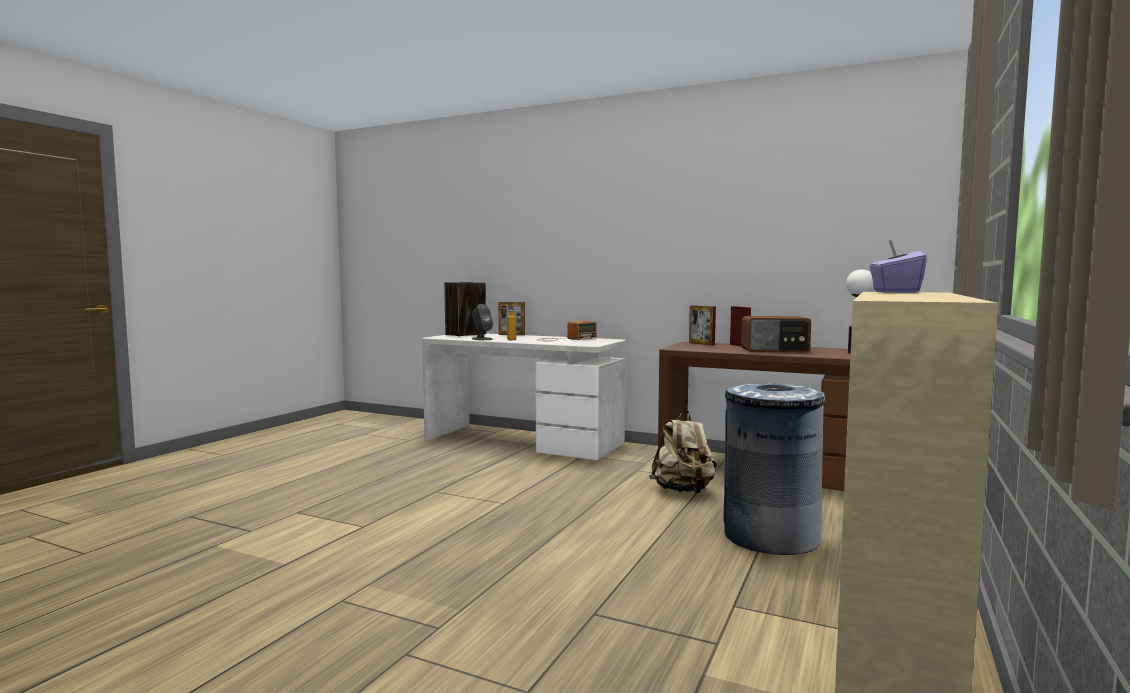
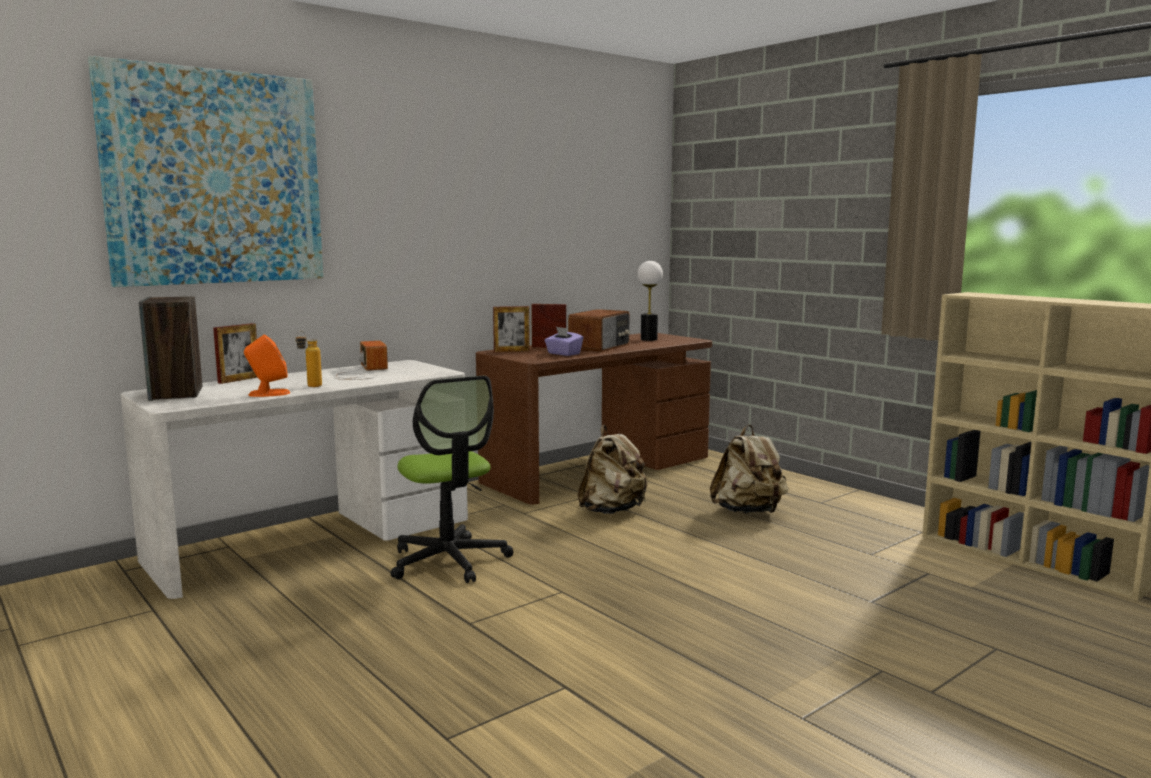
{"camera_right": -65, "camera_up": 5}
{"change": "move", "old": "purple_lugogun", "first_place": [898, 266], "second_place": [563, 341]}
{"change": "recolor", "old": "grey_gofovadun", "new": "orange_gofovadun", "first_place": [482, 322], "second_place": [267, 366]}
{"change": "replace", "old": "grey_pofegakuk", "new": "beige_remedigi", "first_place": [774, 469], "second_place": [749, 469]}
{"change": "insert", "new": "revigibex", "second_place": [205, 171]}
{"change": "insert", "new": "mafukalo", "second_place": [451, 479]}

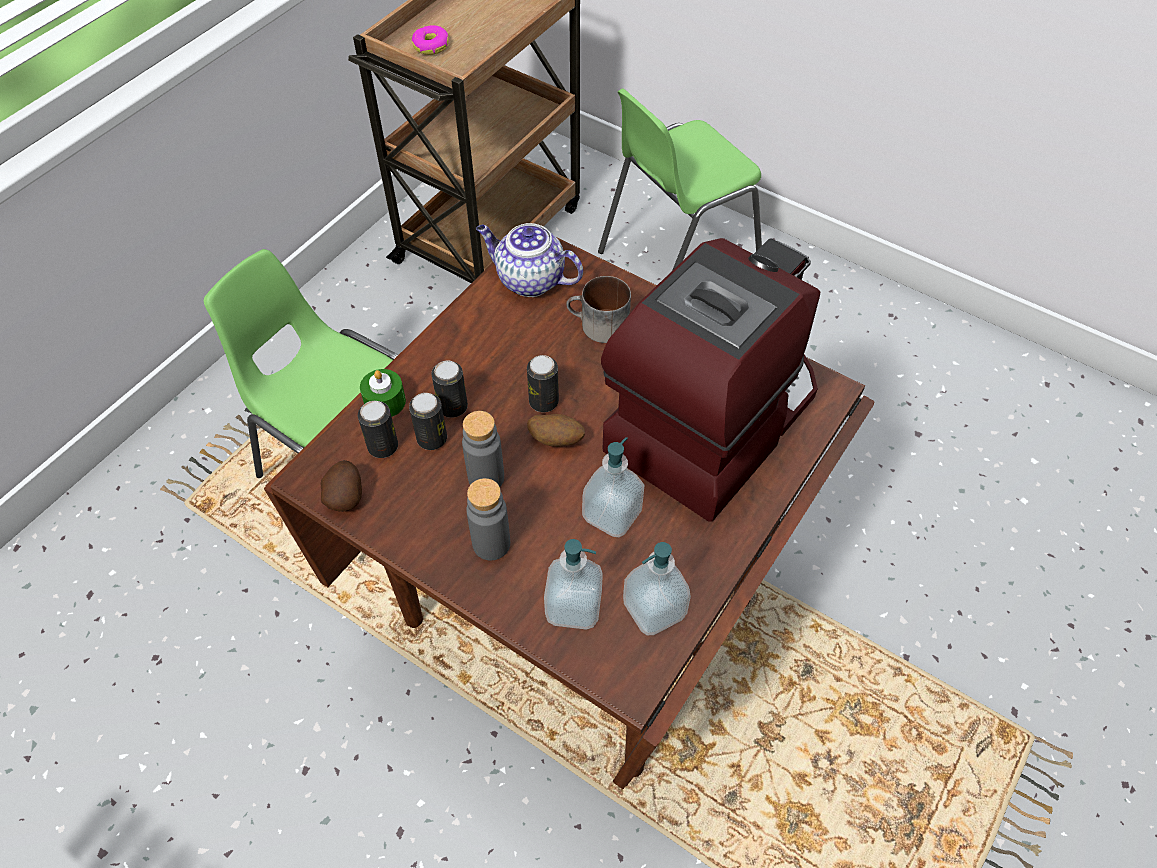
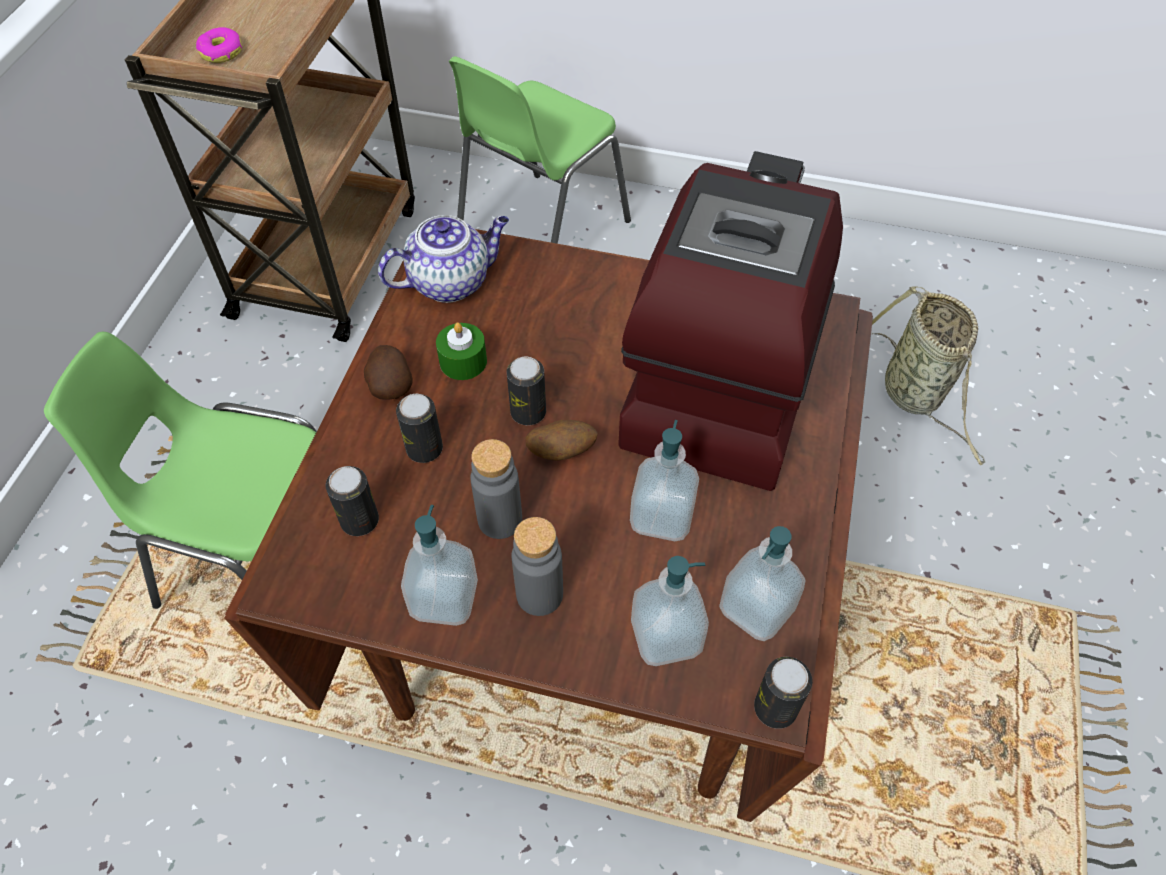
{"camera_right": -20, "camera_up": 0}
{"change": "rotate", "old": "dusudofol", "first_place": [529, 260], "second_place": [443, 259], "degrees": 150}
{"change": "delete", "old": "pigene", "first_place": [598, 309]}
{"change": "move", "old": "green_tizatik", "first_place": [383, 393], "second_place": [461, 351]}
{"change": "move", "old": "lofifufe", "first_place": [428, 421], "second_place": [783, 693]}
{"change": "move", "old": "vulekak", "first_place": [341, 486], "second_place": [388, 372]}
{"change": "insert", "new": "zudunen", "second_place": [928, 375]}
{"change": "insert", "new": "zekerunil", "second_place": [439, 565]}

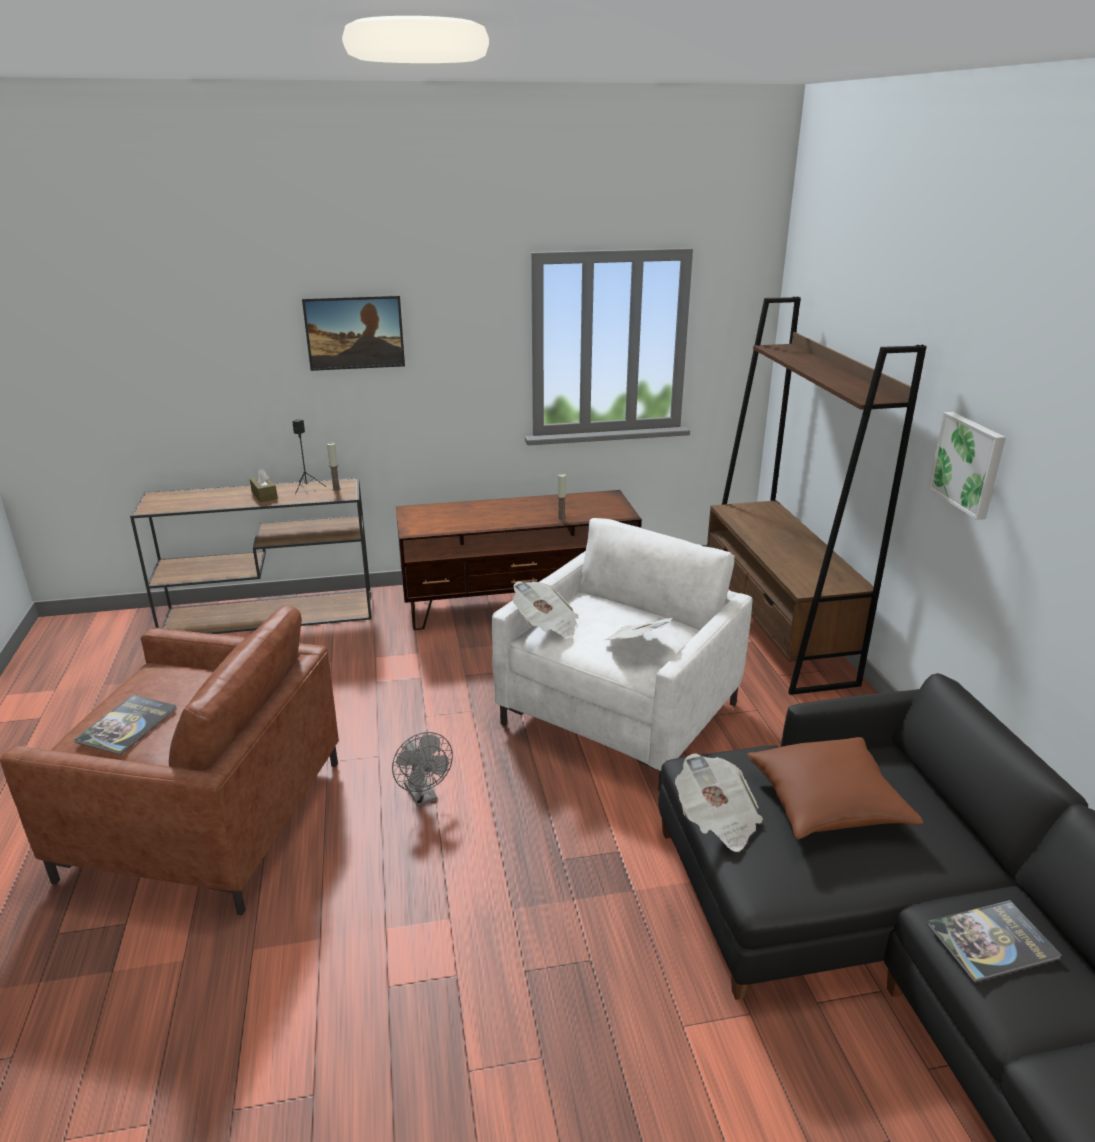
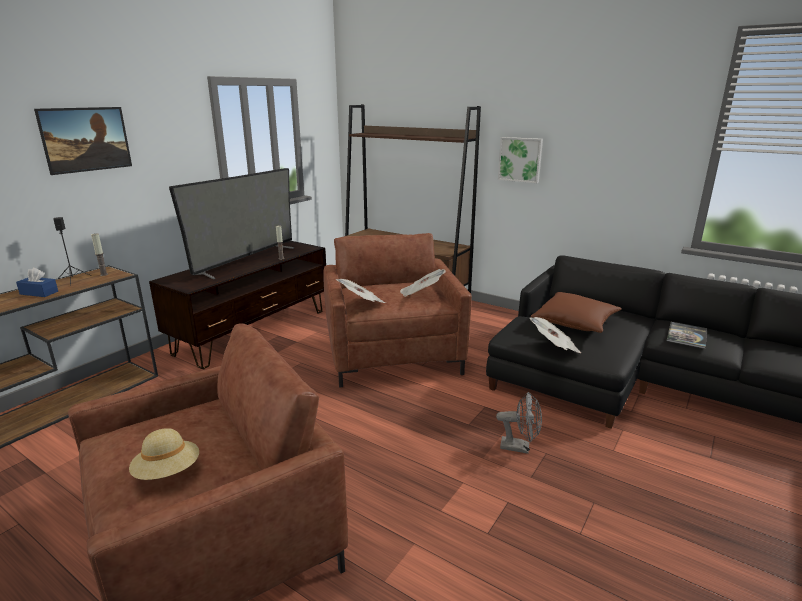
{"camera_right": -45, "camera_up": -5}
{"change": "recolor", "old": "brown_lugogun", "new": "blue_lugogun", "first_place": [264, 485], "second_place": [37, 282]}
{"change": "recolor", "old": "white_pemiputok", "new": "brown_pemiputok", "first_place": [622, 654], "second_place": [397, 310]}
{"change": "replace", "old": "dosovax", "new": "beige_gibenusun", "first_place": [125, 725], "second_place": [164, 454]}
{"change": "move", "old": "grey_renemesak", "first_place": [422, 769], "second_place": [519, 423]}
{"change": "insert", "new": "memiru", "second_place": [231, 223]}

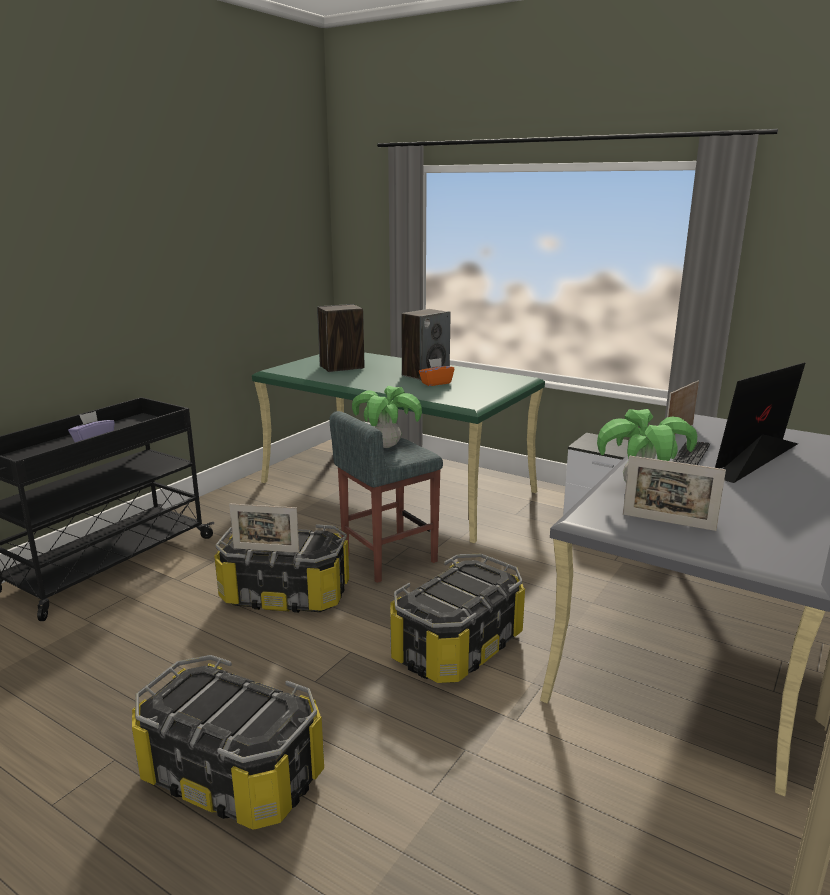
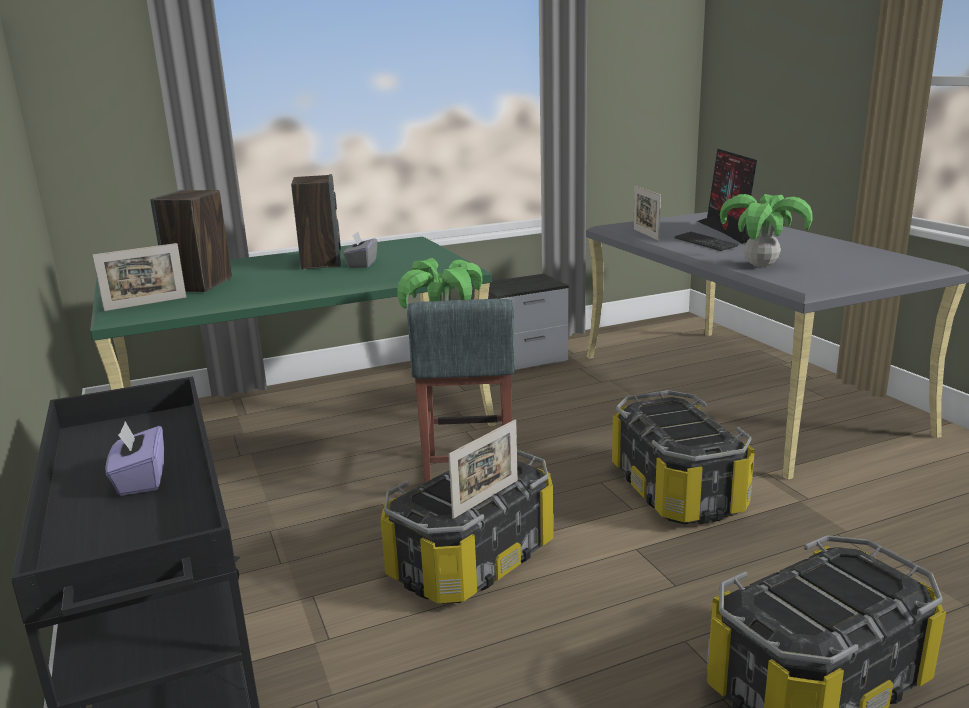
{"camera_right": -55, "camera_up": 0}
{"change": "recolor", "old": "orange_lugogun", "new": "grey_lugogun", "first_place": [436, 372], "second_place": [360, 250]}
{"change": "move", "old": "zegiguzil", "first_place": [674, 493], "second_place": [139, 277]}

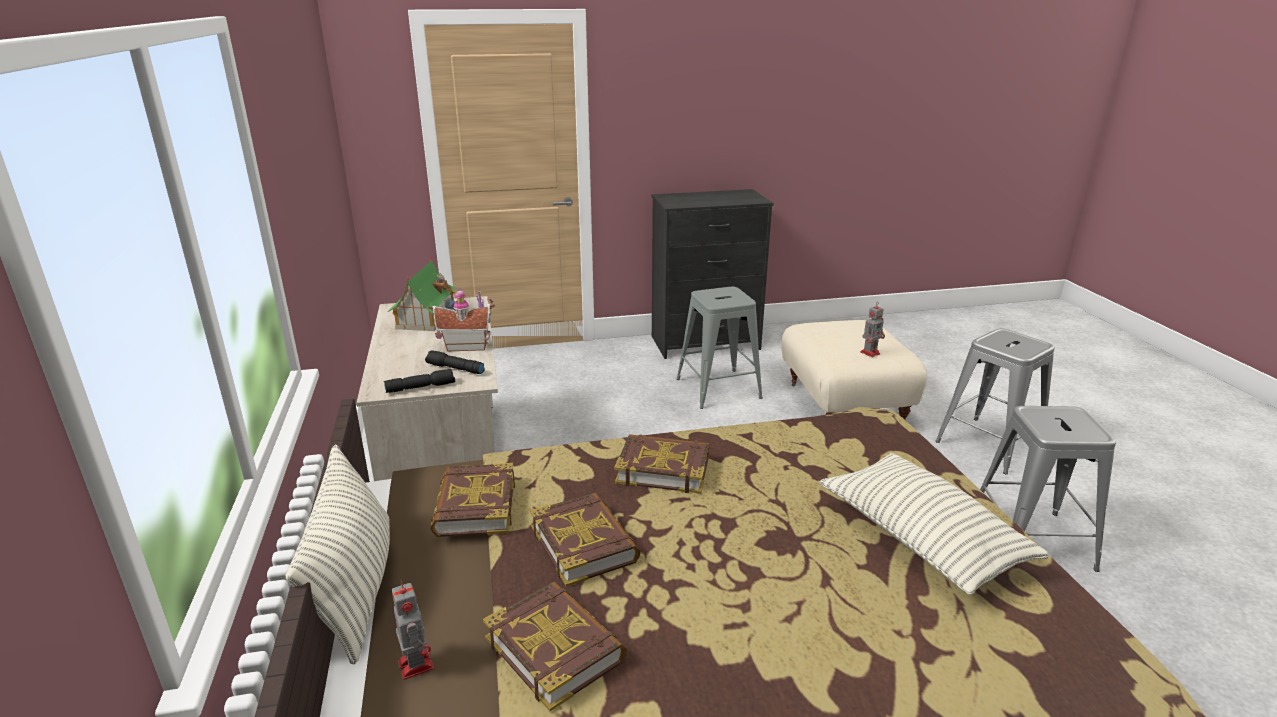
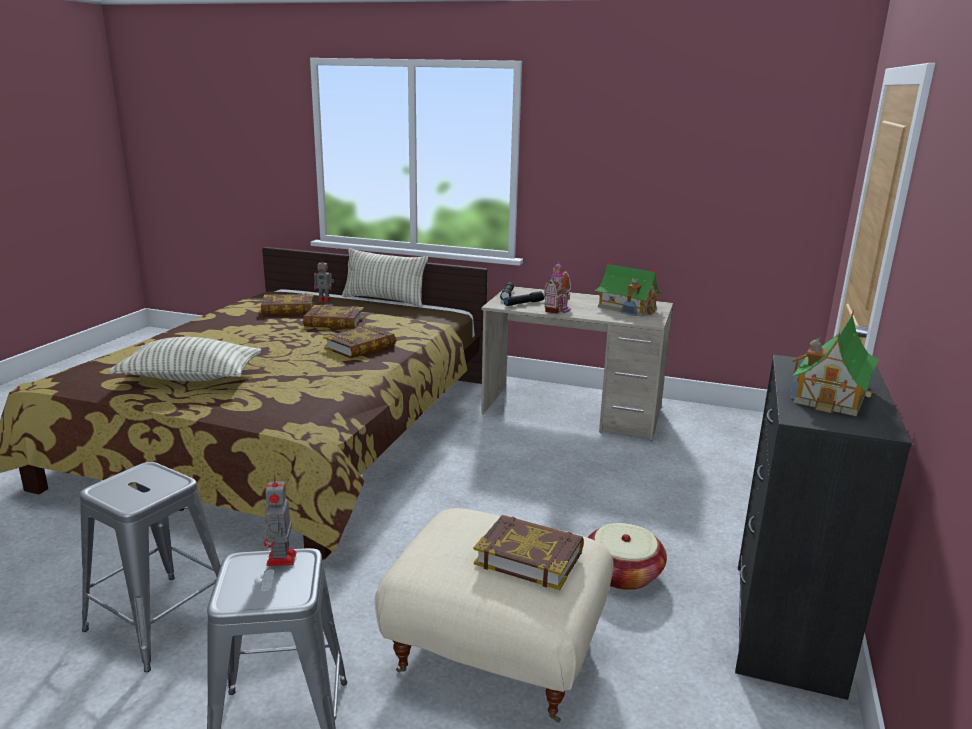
{"camera_right": 120, "camera_up": -5}
{"change": "replace", "old": "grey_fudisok", "new": "zudunen", "first_place": [720, 348], "second_place": [627, 556]}
{"change": "move", "old": "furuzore", "first_place": [872, 330], "second_place": [280, 520]}
{"change": "move", "old": "dosovax", "first_place": [473, 500], "second_place": [528, 552]}
{"change": "insert", "new": "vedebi", "second_place": [834, 362]}

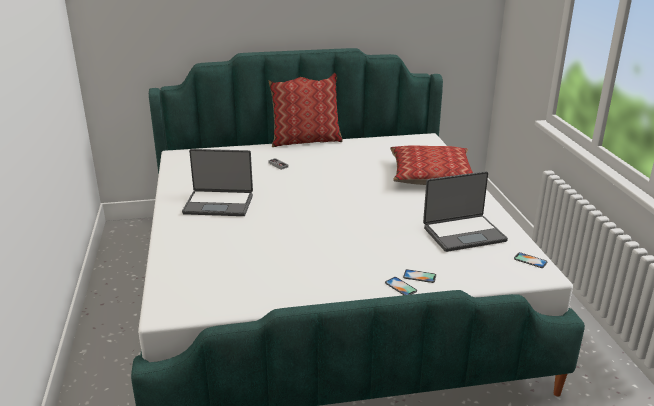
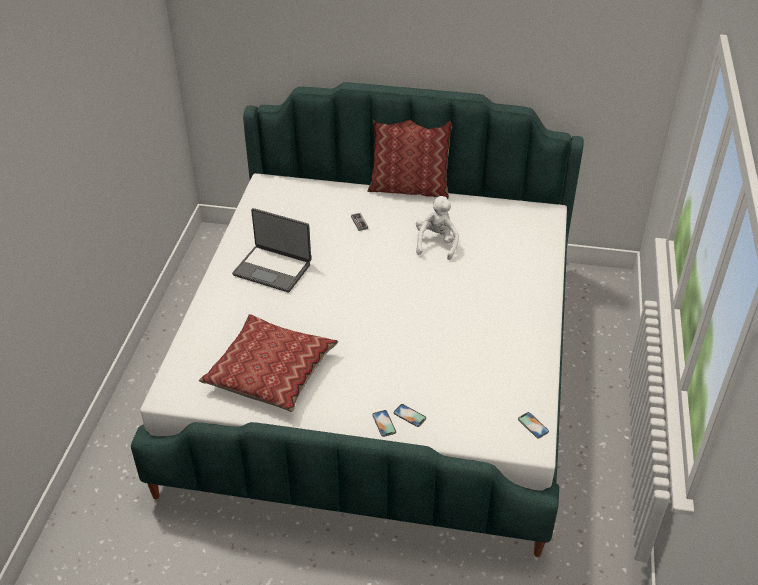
{"camera_right": 20, "camera_up": 15}
{"change": "move", "old": "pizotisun", "first_place": [431, 165], "second_place": [269, 363]}
{"change": "delete", "old": "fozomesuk", "first_place": [465, 211]}
{"change": "insert", "new": "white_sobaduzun", "second_place": [437, 228]}

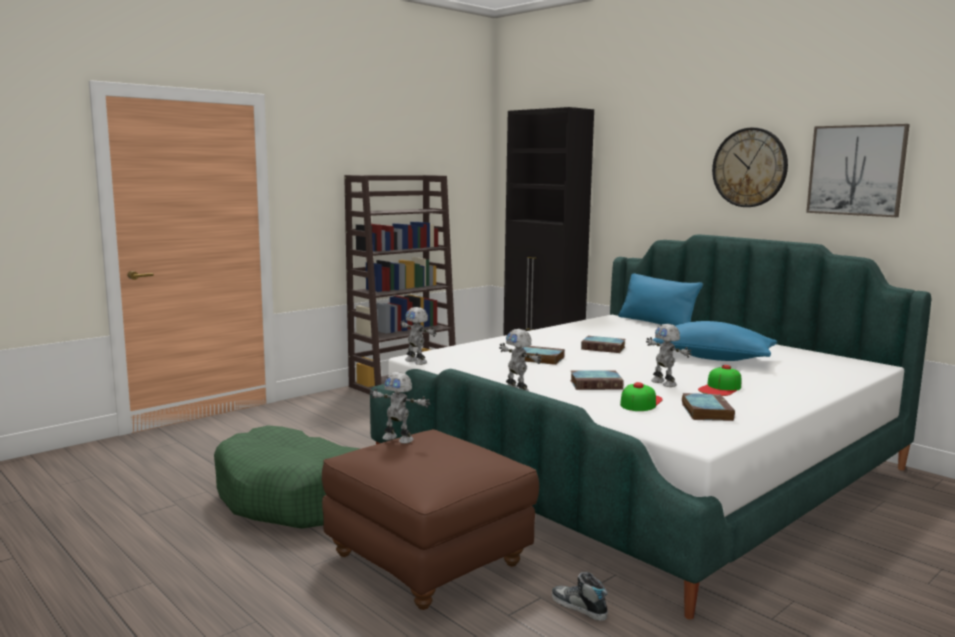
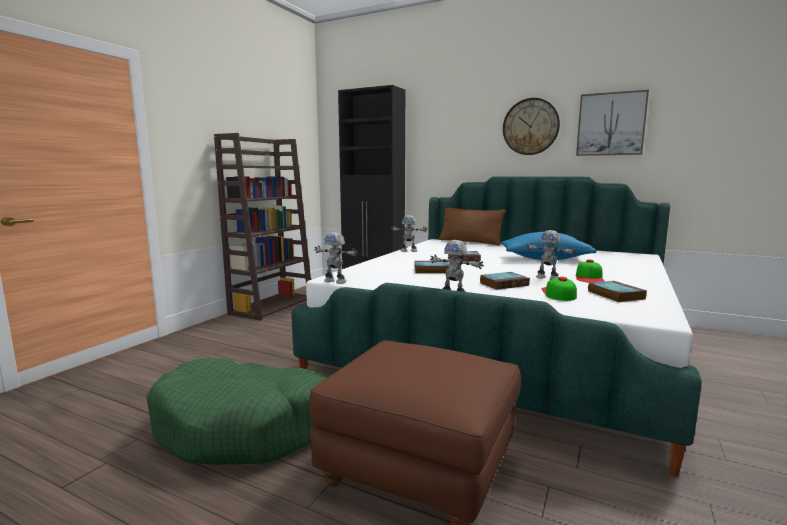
{"camera_right": -20, "camera_up": 0}
{"change": "recolor", "old": "blue_pizotisun", "new": "brown_pizotisun", "first_place": [660, 299], "second_place": [472, 226]}
{"change": "move", "old": "furuzore", "first_place": [399, 408], "second_place": [409, 233]}
{"change": "delete", "old": "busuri", "first_place": [580, 596]}

